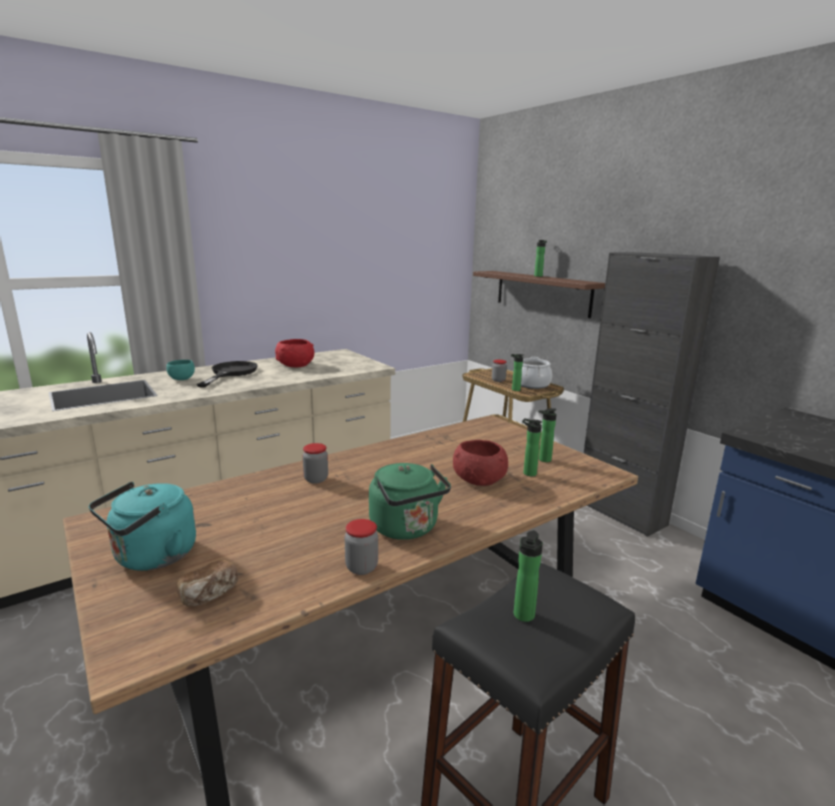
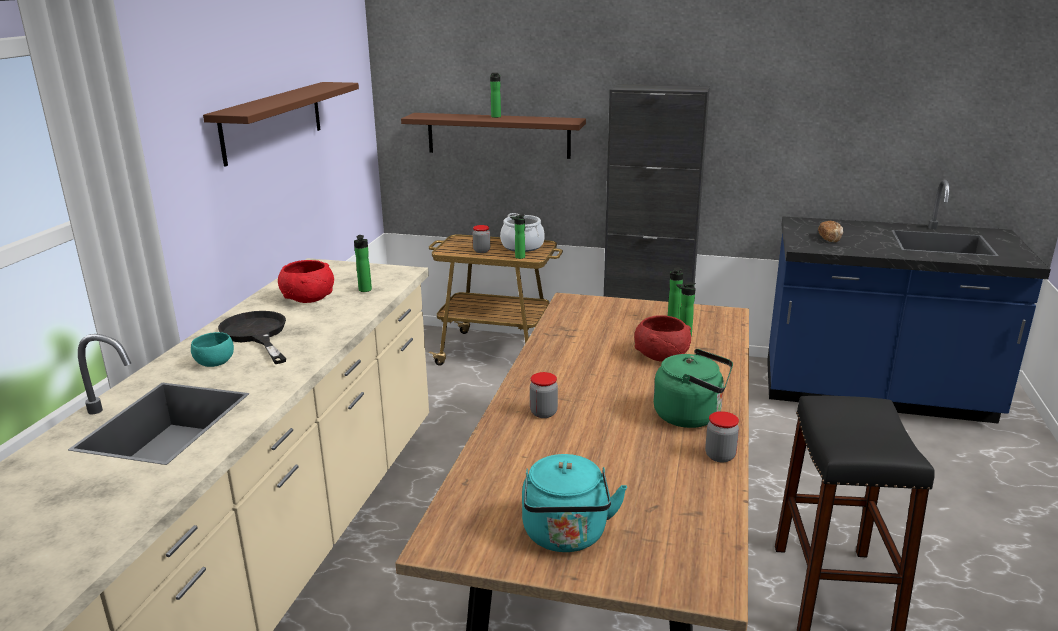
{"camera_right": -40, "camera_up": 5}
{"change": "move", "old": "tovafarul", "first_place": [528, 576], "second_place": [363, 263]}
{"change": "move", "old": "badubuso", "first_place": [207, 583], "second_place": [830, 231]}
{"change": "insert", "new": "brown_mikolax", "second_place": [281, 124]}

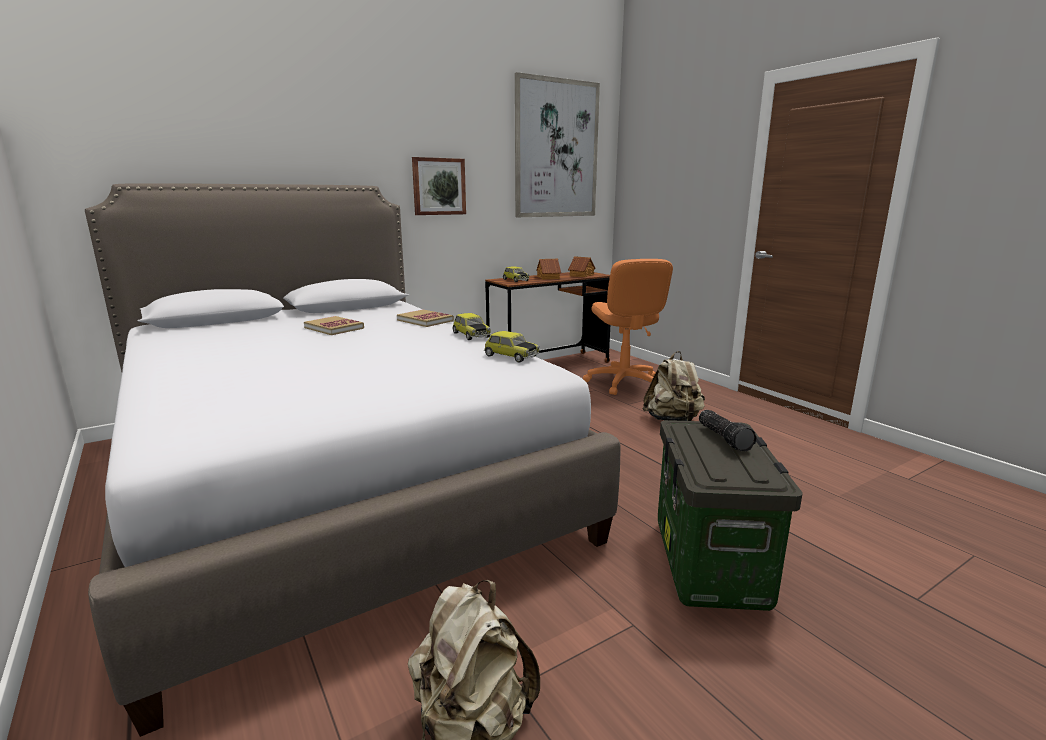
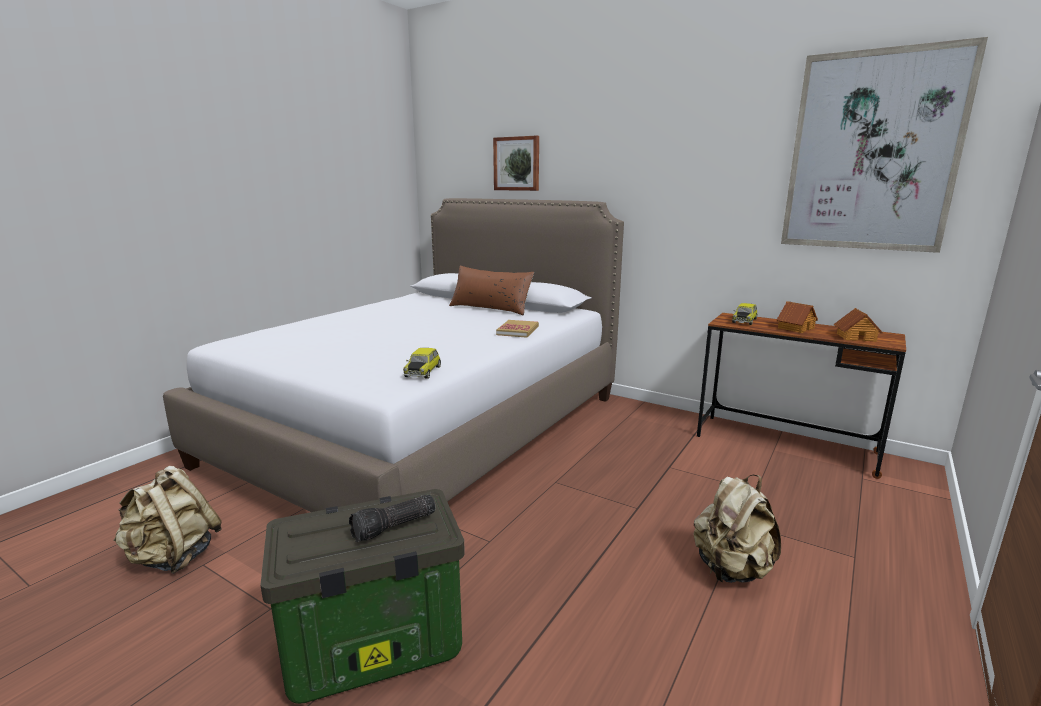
{"camera_right": 65, "camera_up": 0}
{"change": "move", "old": "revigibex", "first_place": [439, 186], "second_place": [516, 163]}
{"change": "delete", "old": "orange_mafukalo", "first_place": [628, 327]}
{"change": "delete", "old": "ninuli", "first_place": [471, 326]}
{"change": "delete", "old": "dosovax", "first_place": [334, 325]}
{"change": "insert", "new": "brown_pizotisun", "second_place": [491, 290]}

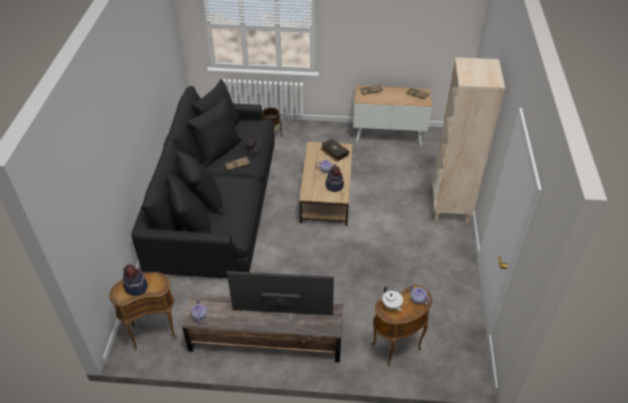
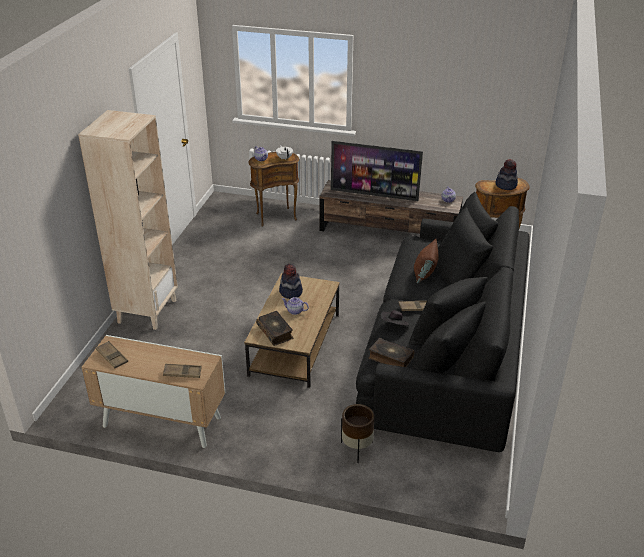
{"camera_right": -170, "camera_up": -10}
{"change": "insert", "new": "brown_pizotisun", "second_place": [426, 261]}
{"change": "insert", "new": "dosovax", "second_place": [392, 352]}

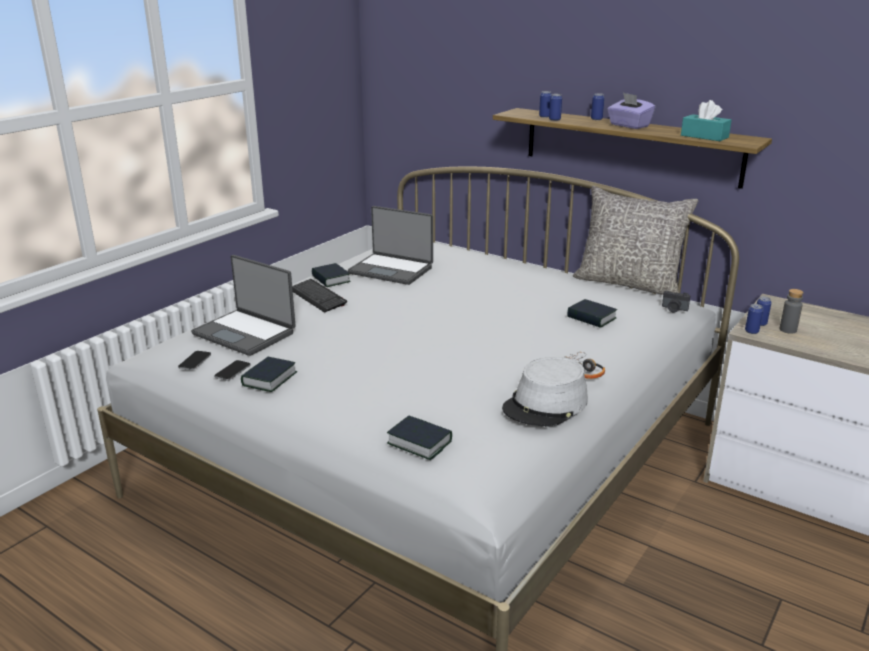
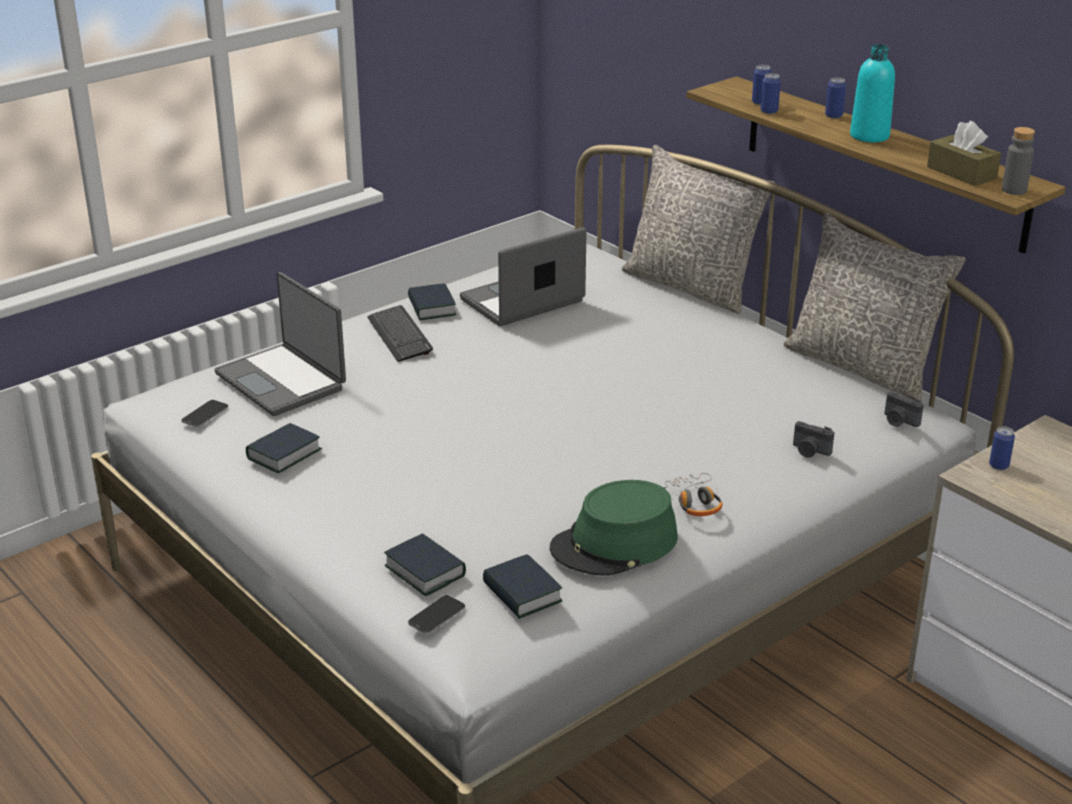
{"camera_right": 15, "camera_up": 5}
{"change": "replace", "old": "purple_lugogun", "new": "turquoise_tovafarul", "first_place": [631, 111], "second_place": [872, 93]}
{"change": "recolor", "old": "turquoise_lugogun", "new": "brown_lugogun", "first_place": [706, 120], "second_place": [964, 153]}
{"change": "rotate", "old": "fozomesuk", "first_place": [390, 245], "second_place": [523, 276], "degrees": 105}
{"change": "move", "old": "grey_tovafarul", "first_place": [791, 311], "second_place": [1018, 161]}
{"change": "move", "old": "dosovax", "first_place": [592, 313], "second_place": [522, 586]}
{"change": "delete", "old": "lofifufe", "first_place": [754, 319]}
{"change": "recolor", "old": "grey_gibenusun", "new": "green_gibenusun", "first_place": [545, 392], "second_place": [614, 528]}
{"change": "move", "old": "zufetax", "first_place": [232, 370], "second_place": [436, 614]}
{"change": "insert", "new": "grey_pizotisun", "second_place": [698, 229]}
{"change": "insert", "new": "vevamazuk", "second_place": [813, 439]}

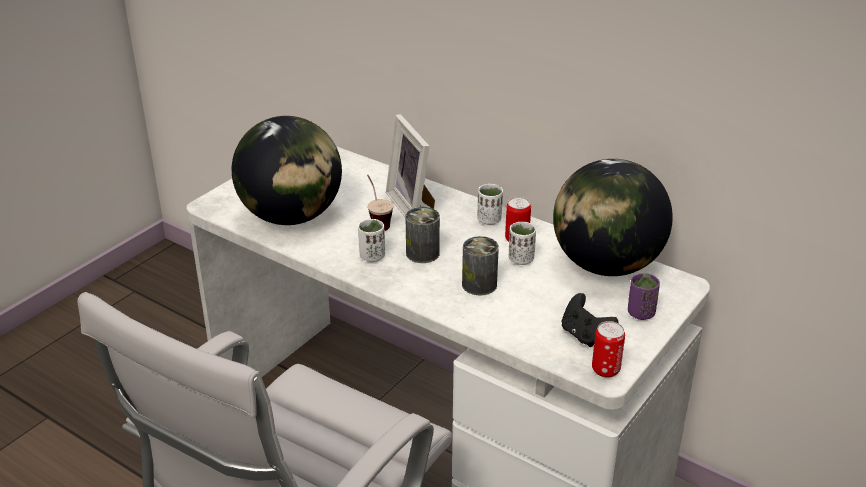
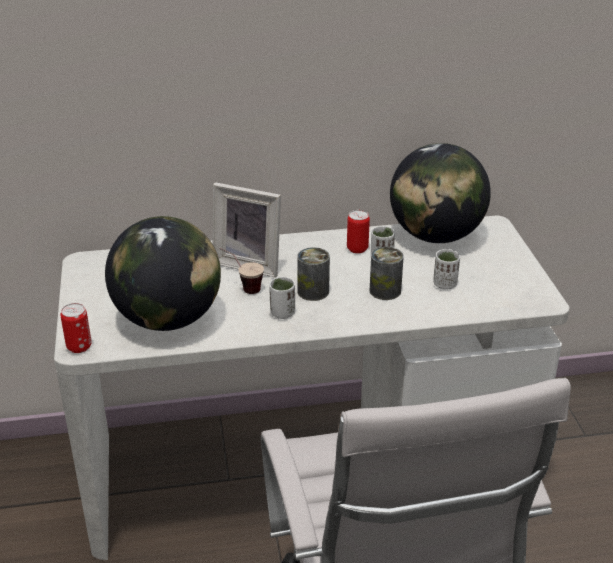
{"camera_right": -45, "camera_up": 0}
{"change": "move", "old": "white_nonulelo", "first_place": [490, 204], "second_place": [446, 269]}
{"change": "delete", "old": "purple_nonulelo", "first_place": [644, 296]}
{"change": "delete", "old": "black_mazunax", "first_place": [590, 320]}
{"change": "move", "old": "lofifufe", "first_place": [608, 349], "second_place": [76, 328]}

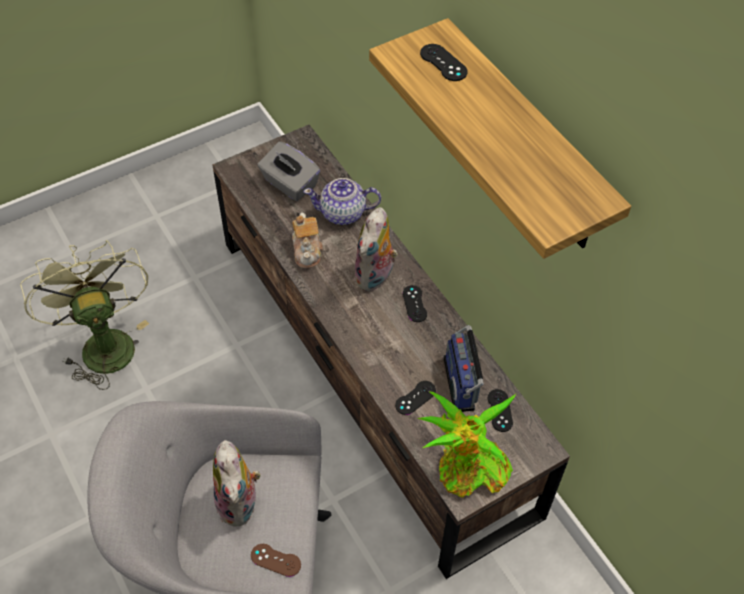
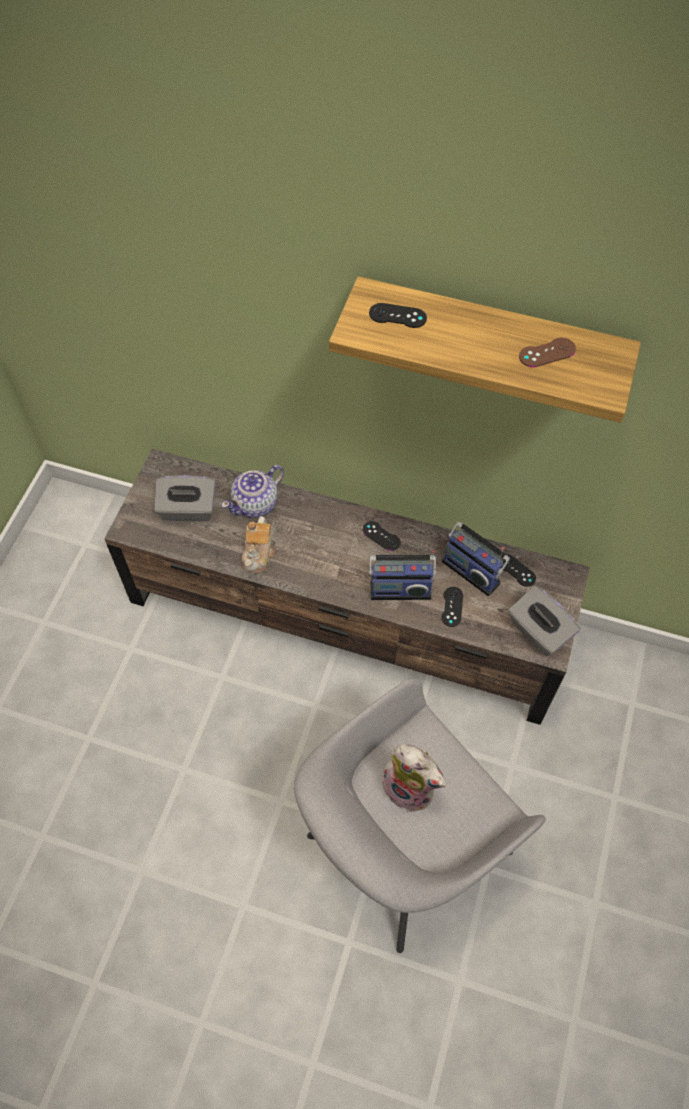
{"camera_right": -40, "camera_up": 5}
{"change": "delete", "old": "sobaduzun", "first_place": [376, 249]}
{"change": "rotate", "old": "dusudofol", "first_place": [307, 240], "second_place": [258, 544], "degrees": 60}
{"change": "delete", "old": "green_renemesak", "first_place": [84, 315]}
{"change": "replace", "old": "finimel", "new": "grey_lugogun", "first_place": [466, 445], "second_place": [544, 621]}
{"change": "move", "old": "brown_mazunax", "first_place": [276, 560], "second_place": [547, 352]}
{"change": "insert", "new": "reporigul", "second_place": [402, 575]}

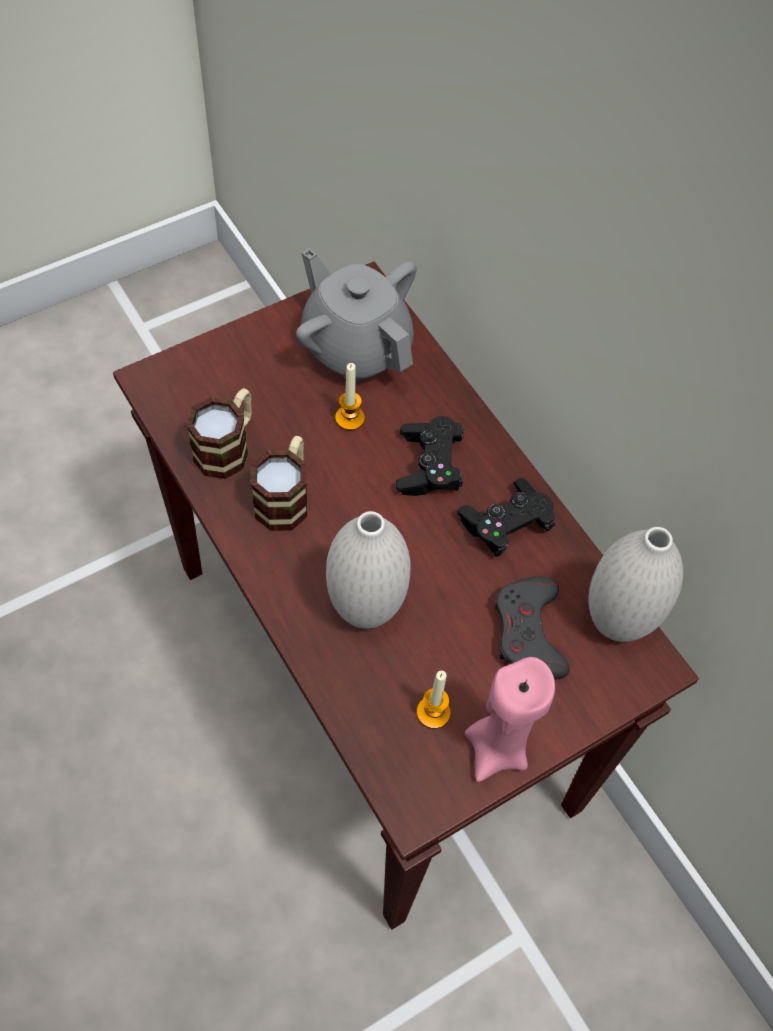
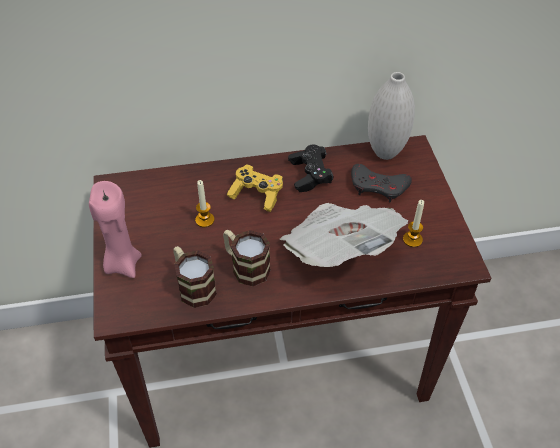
{"camera_right": -65, "camera_up": -10}
{"change": "delete", "old": "grey_dusudofol", "first_place": [356, 316]}
{"change": "recolor", "old": "black_mazunax", "new": "yellow_mazunax", "first_place": [430, 456], "second_place": [255, 188]}
{"change": "replace", "old": "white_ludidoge", "new": "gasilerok", "first_place": [368, 570], "second_place": [344, 235]}
{"change": "move", "old": "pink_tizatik", "first_place": [510, 719], "second_place": [115, 229]}

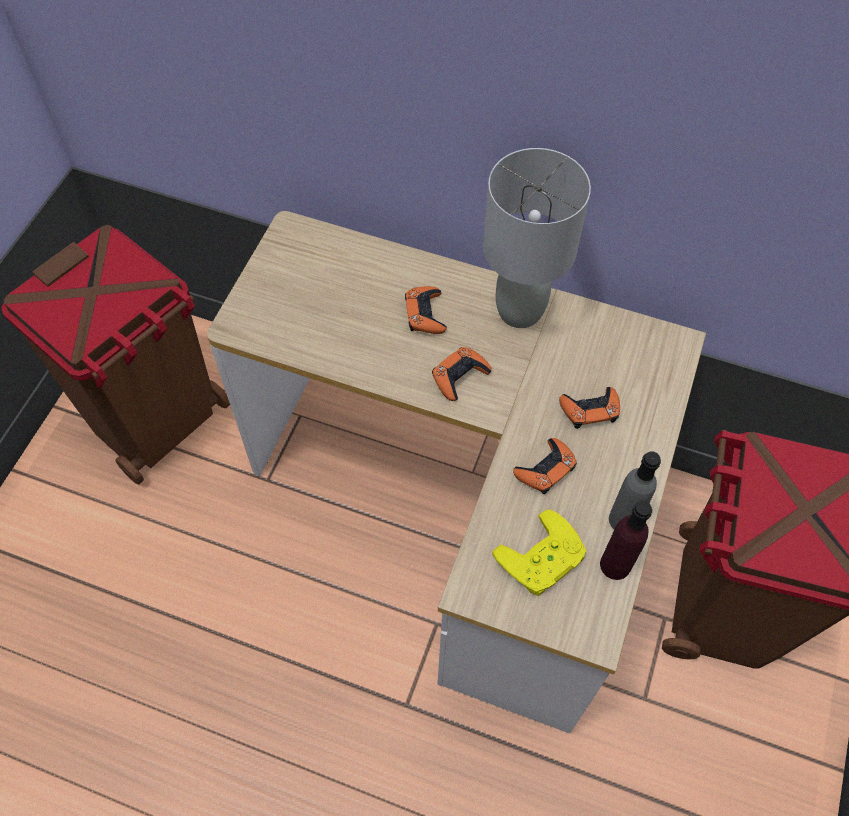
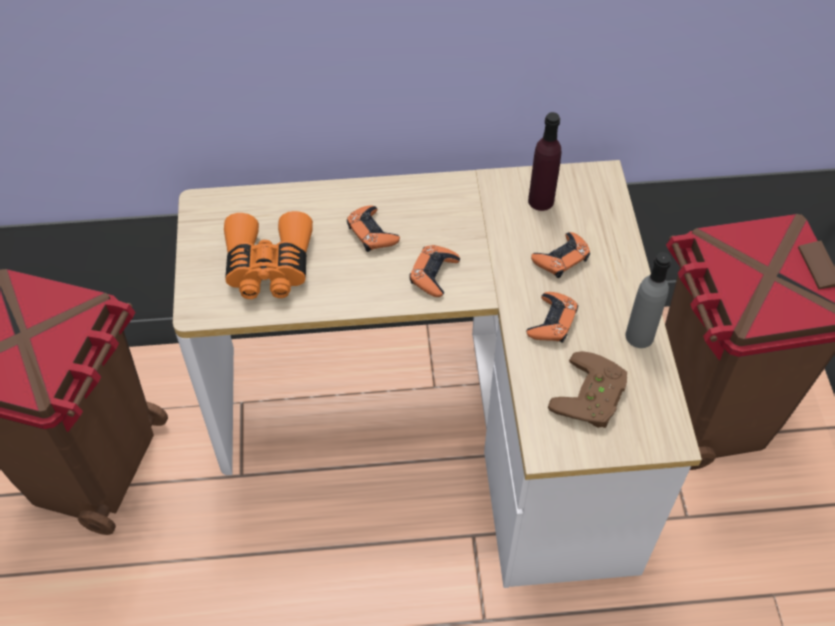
{"camera_right": -25, "camera_up": -5}
{"change": "delete", "old": "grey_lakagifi", "first_place": [537, 238]}
{"change": "move", "old": "purple_tovafarul", "first_place": [626, 540], "second_place": [544, 161]}
{"change": "recolor", "old": "yellow_mazunax", "new": "brown_mazunax", "first_place": [539, 552], "second_place": [587, 389]}
{"change": "insert", "new": "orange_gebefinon", "second_place": [268, 255]}

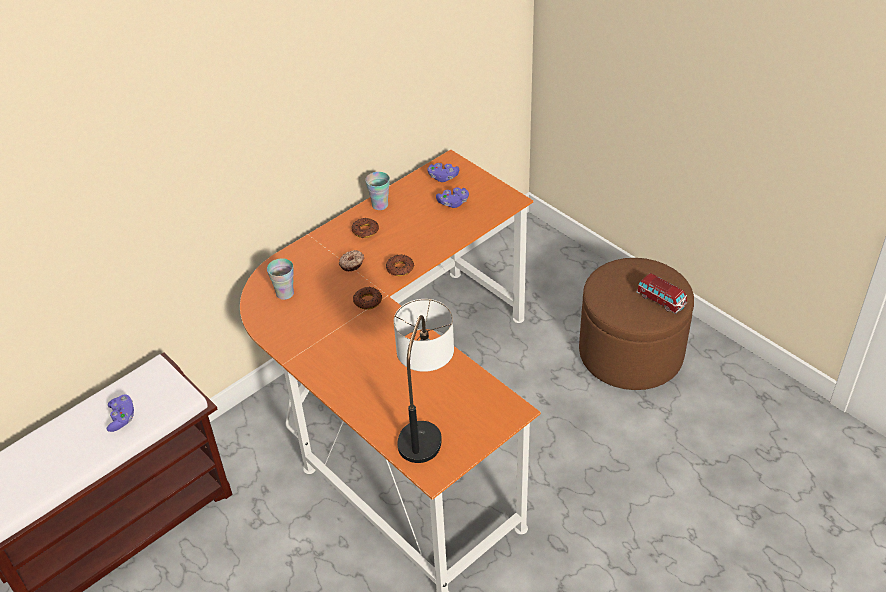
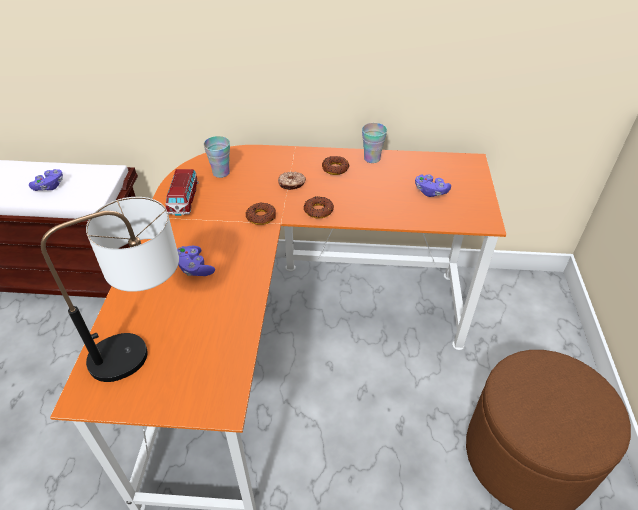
{"camera_right": 45, "camera_up": 0}
{"change": "move", "old": "purple_mazunax", "first_place": [443, 172], "second_place": [196, 261]}
{"change": "move", "old": "ninuli", "first_place": [661, 293], "second_place": [182, 192]}

